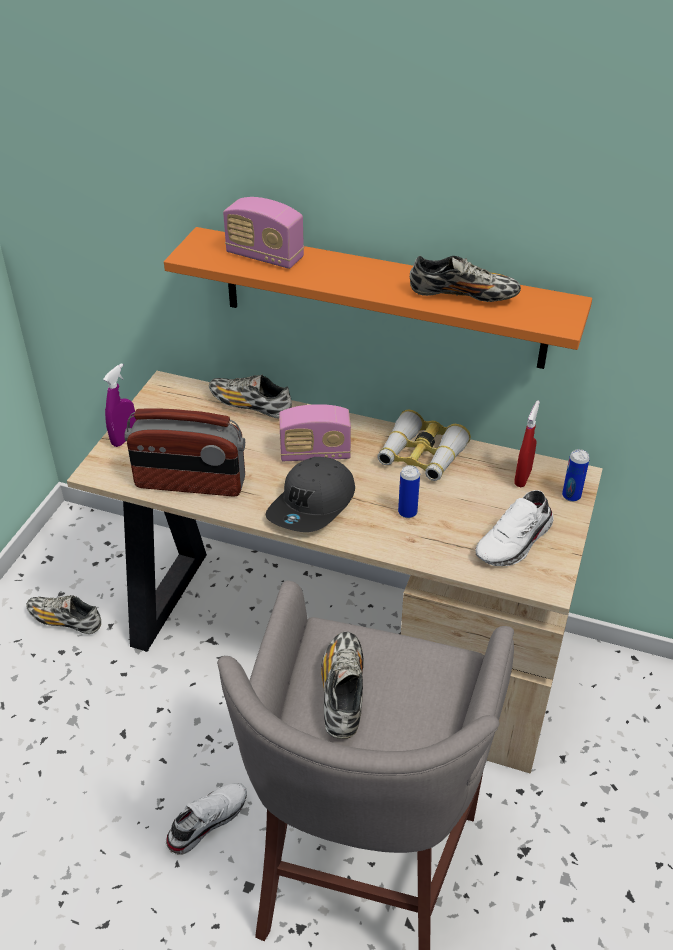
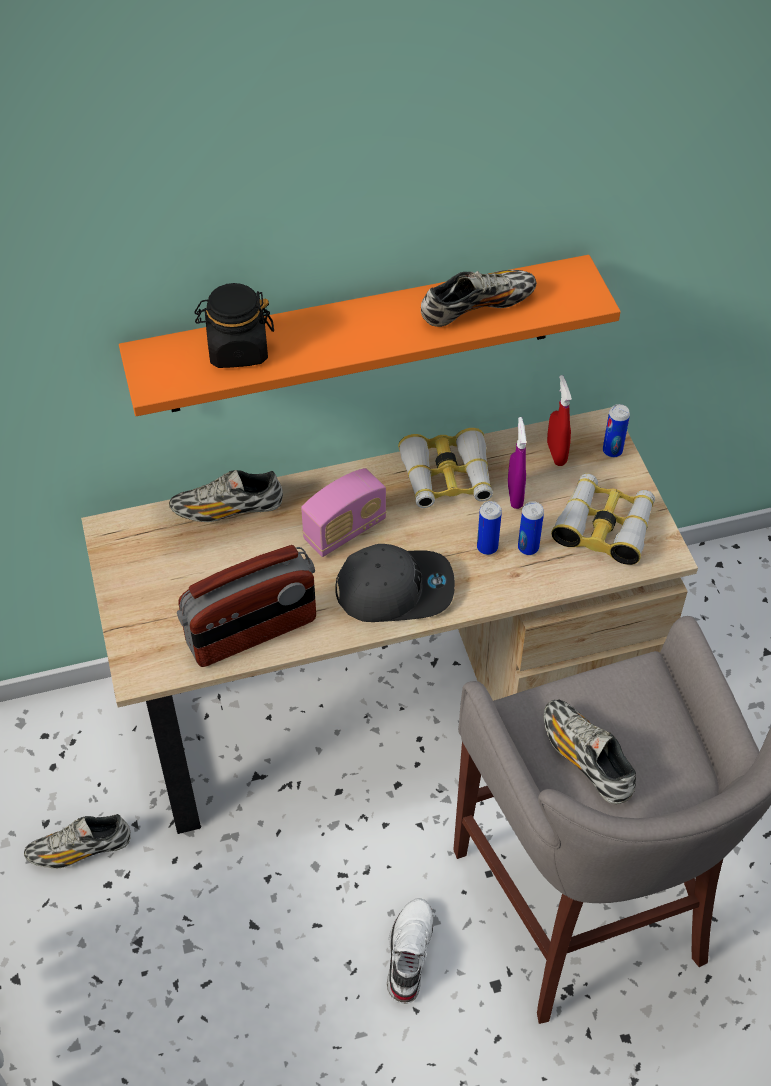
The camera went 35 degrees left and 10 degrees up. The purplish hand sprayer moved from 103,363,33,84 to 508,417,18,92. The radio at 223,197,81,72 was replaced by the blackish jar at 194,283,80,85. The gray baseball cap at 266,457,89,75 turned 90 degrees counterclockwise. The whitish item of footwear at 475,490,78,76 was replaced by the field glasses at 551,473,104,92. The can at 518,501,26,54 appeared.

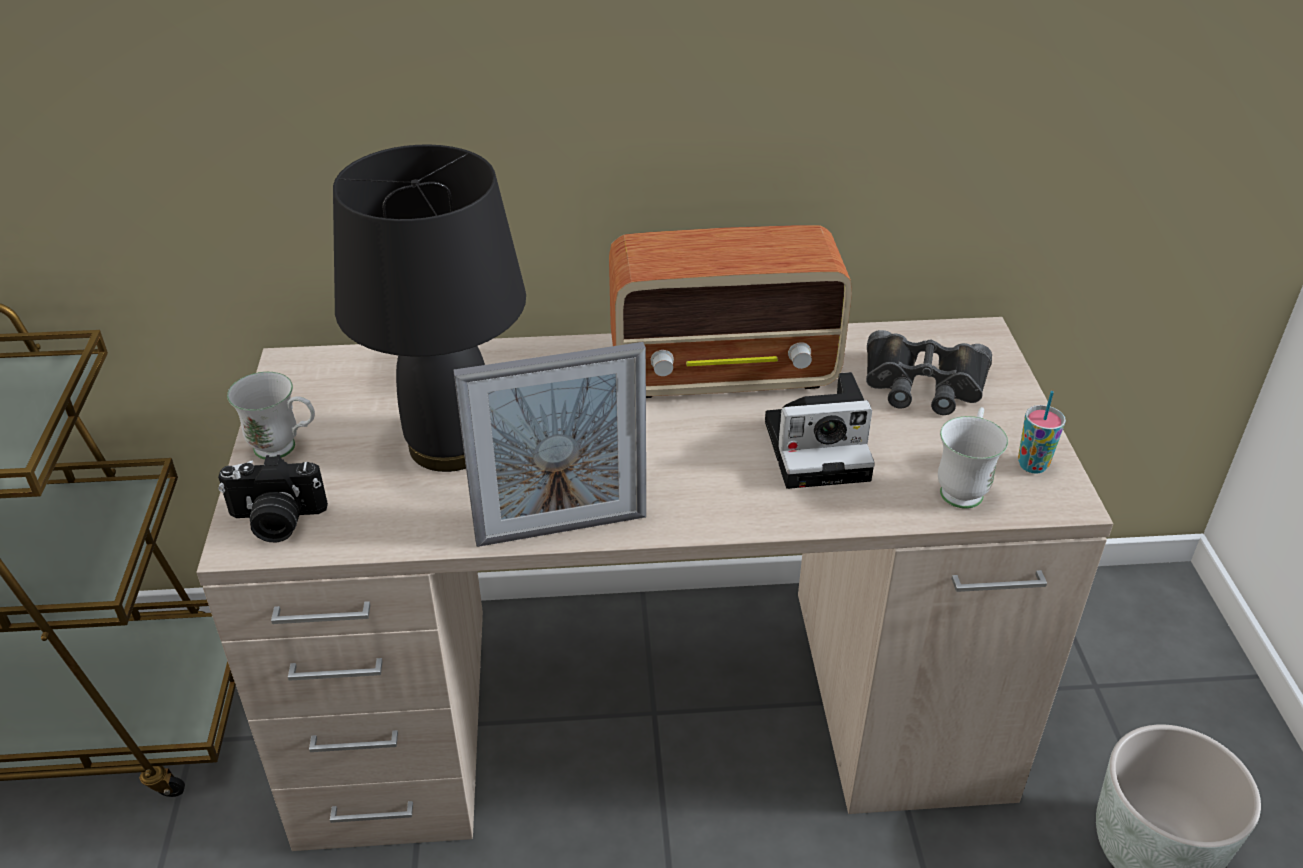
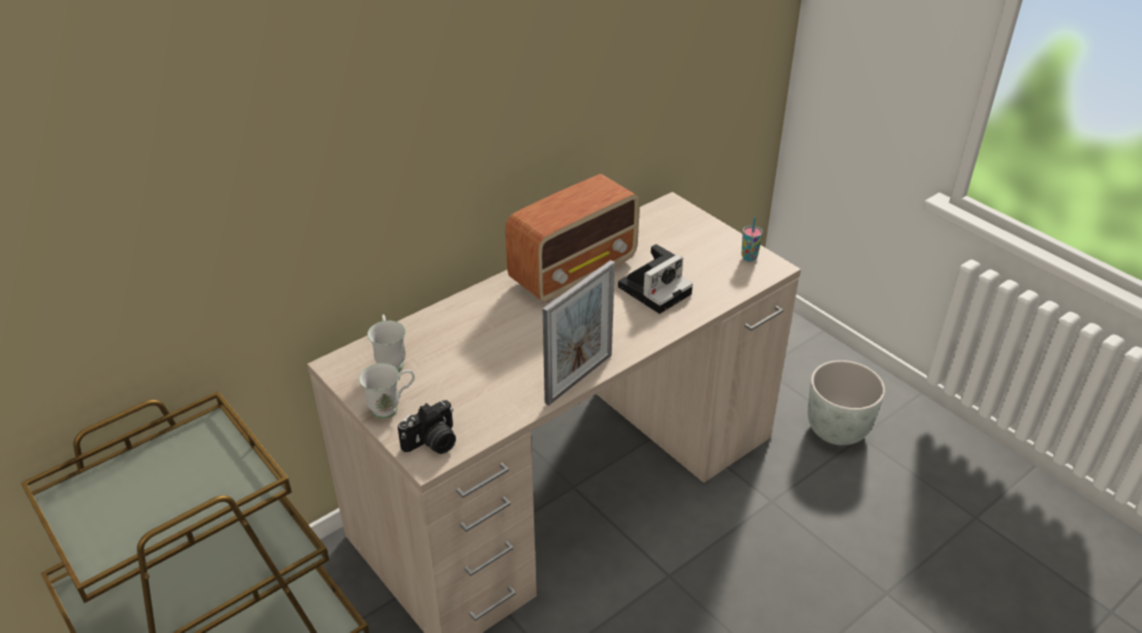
The camera went 35 degrees left and 0 degrees up. The blackish table lamp at 333,145,193,327 disappeared. The blackish field glasses at 866,330,126,85 disappeared. The whitish coffee mug moved from 938,407,70,102 to 367,315,39,56.

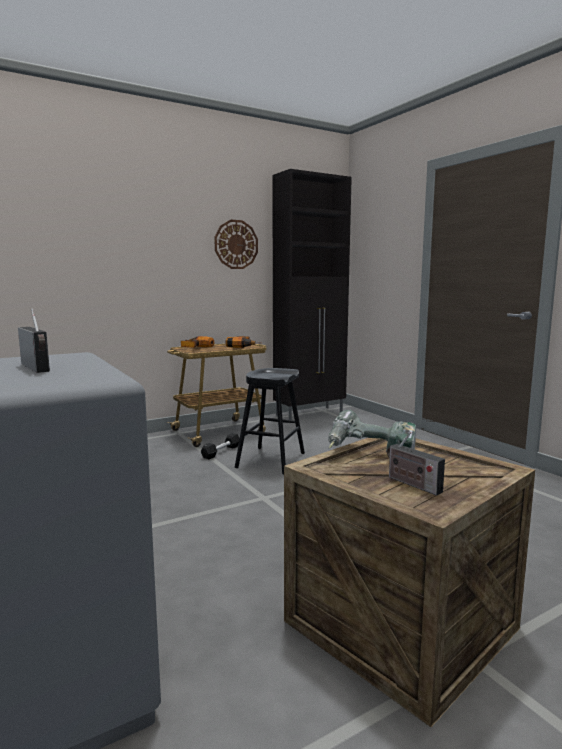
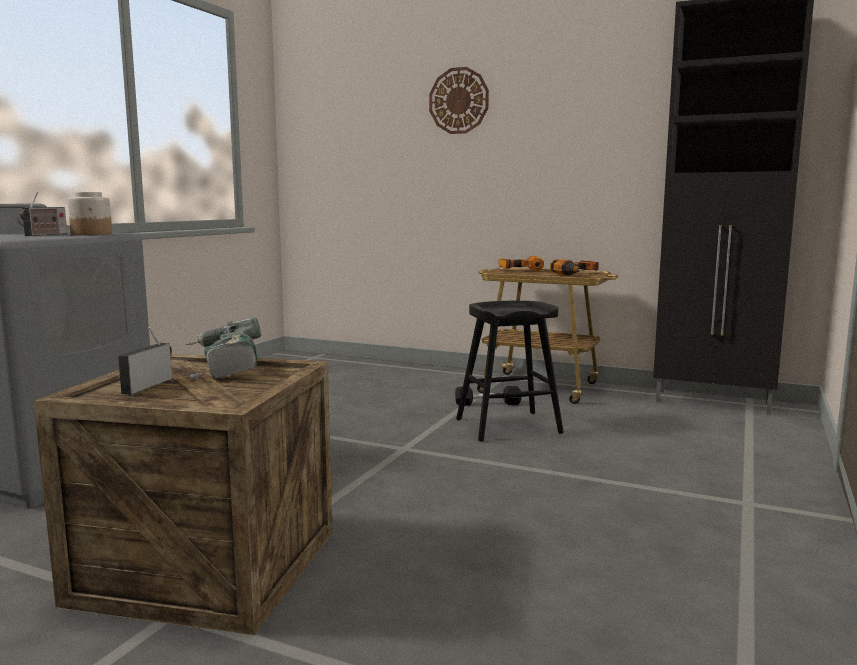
The camera went 55 degrees right and 0 degrees up. The hanging clock moved from 214,220,44,49 to 429,67,60,67. The jar at 68,192,44,43 appeared.

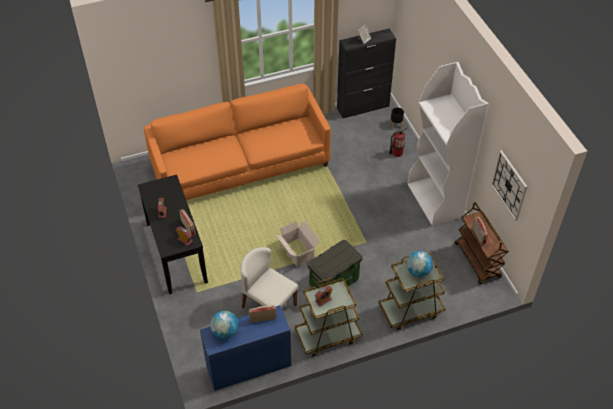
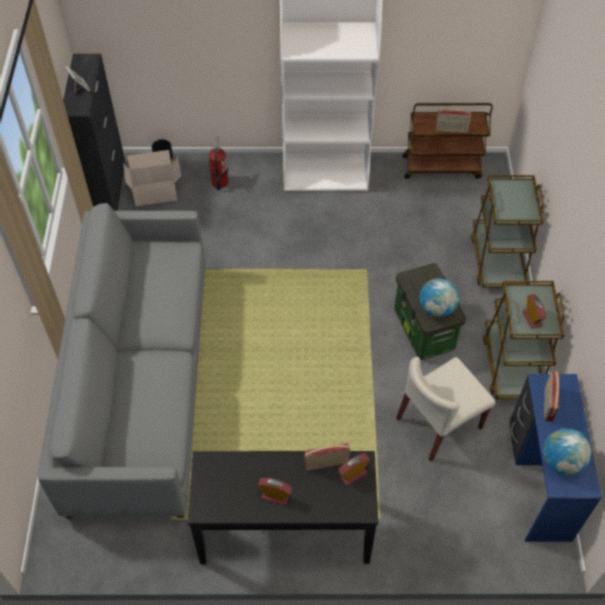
The camera went 70 degrees left and 5 degrees up. The orange-coloured sofa at 144,84,187,116 became the gray sofa at 38,203,168,315. The packing box moved from 275,221,45,45 to 123,150,58,56. The desk globe moved from 407,251,26,26 to 420,278,39,39. The hanging clock at 491,150,36,71 disappeared.

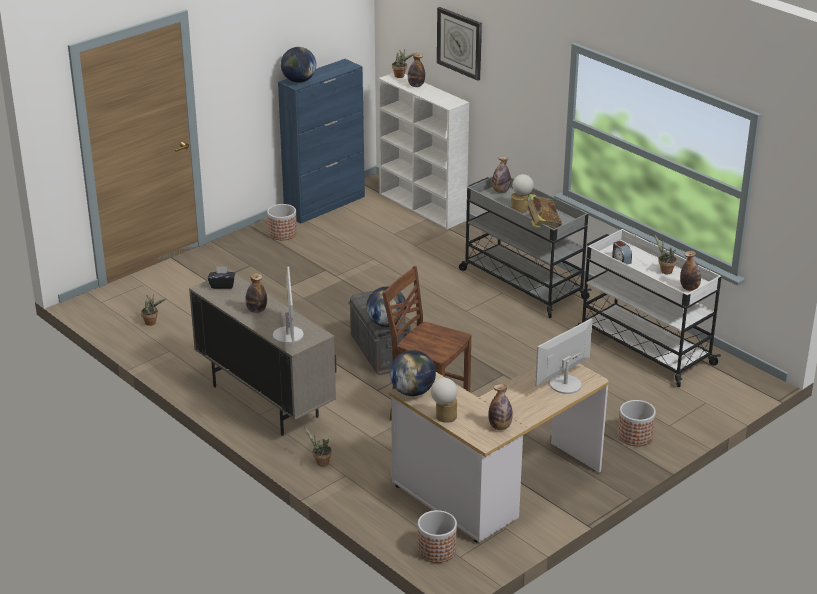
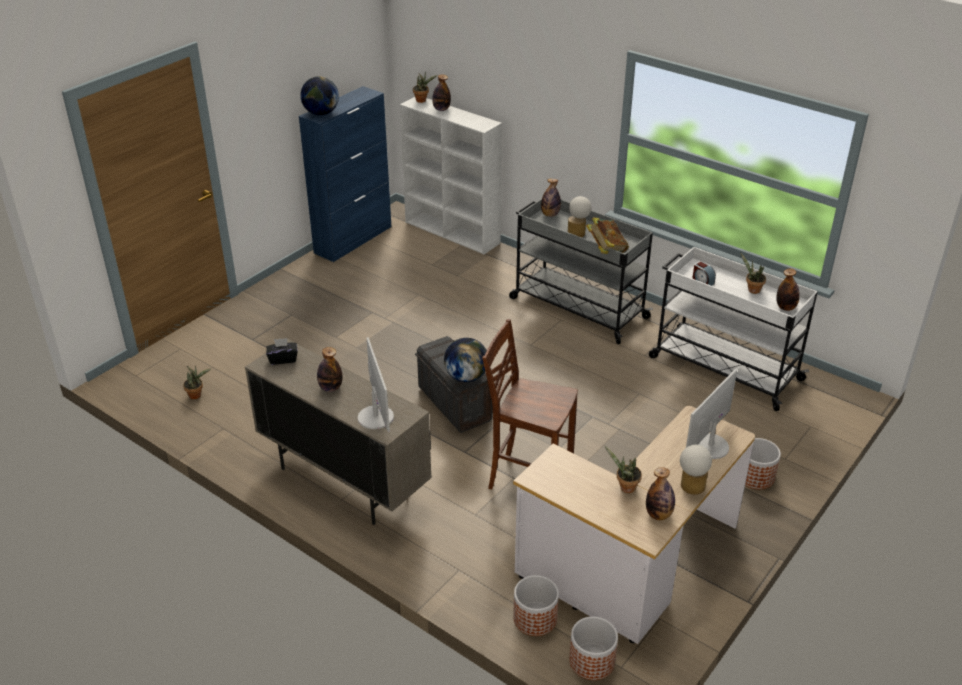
The camera went 10 degrees left and 5 degrees up. The planter moved from 267,204,30,36 to 513,575,46,61. The houseplant moved from 304,426,28,41 to 605,446,37,47. The desk globe at 390,350,46,46 disappeared. The table lamp moved from 431,378,26,45 to 680,445,32,49. The hanging clock at 437,7,45,74 disappeared.

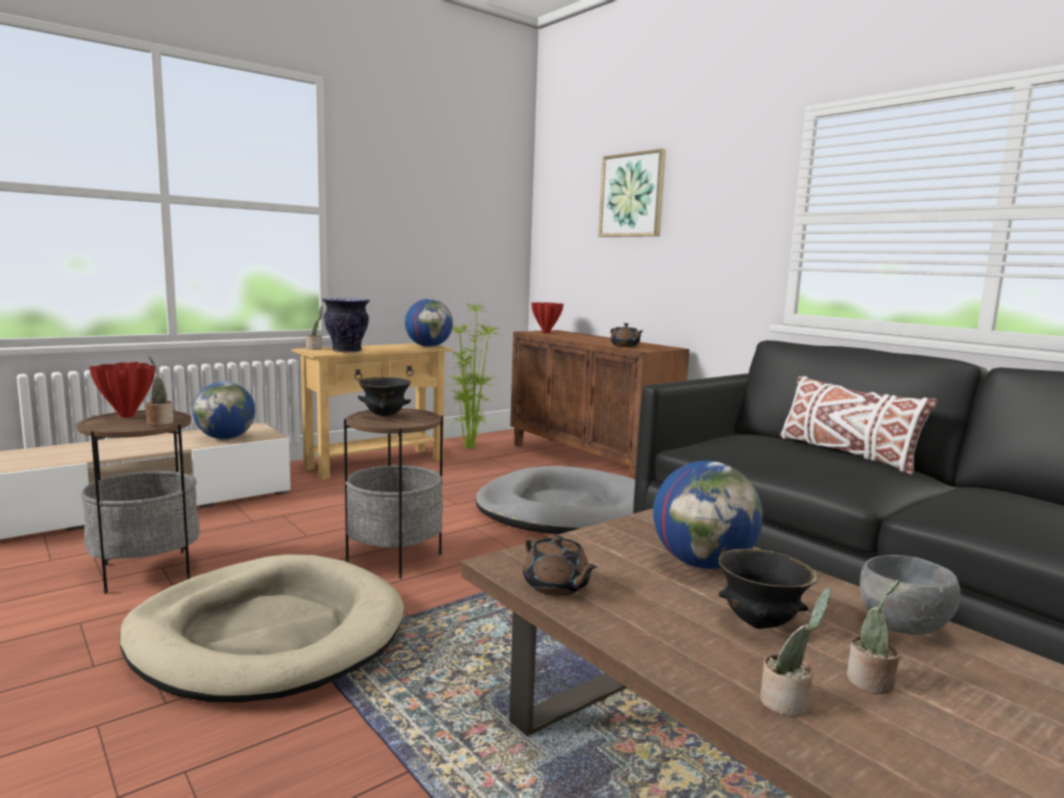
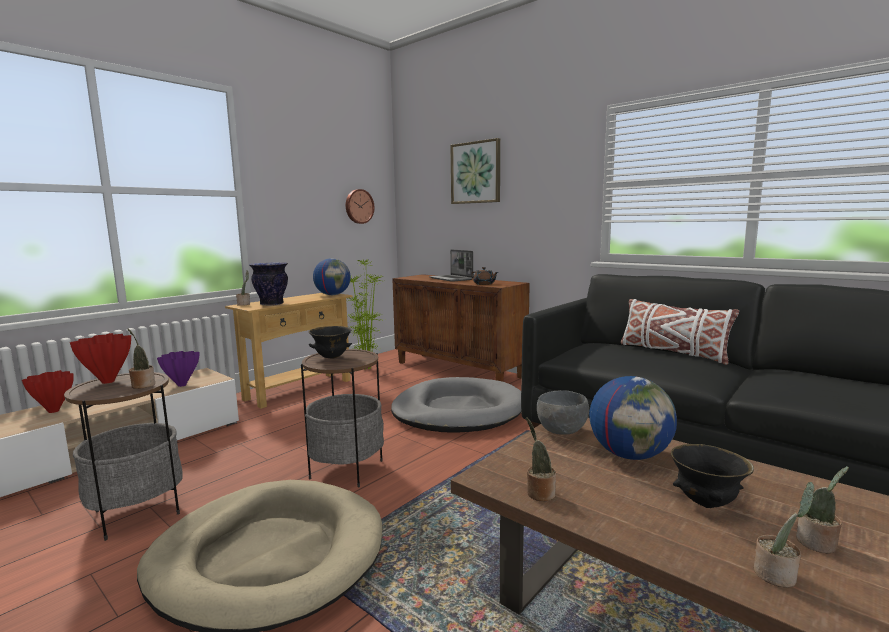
The camera went 10 degrees left and 0 degrees up. The desk globe at 192,382,63,57 was replaced by the purplish flower vase at 157,351,42,36. The brown teapot at 523,535,75,61 was replaced by the houseplant at 526,417,30,84. The red flower vase moved from 531,302,33,31 to 22,370,52,43. The gray serving bowl moved from 860,555,101,80 to 537,390,52,45. The hanging clock at 346,189,29,35 appeared. The laptop at 429,249,44,33 appeared.

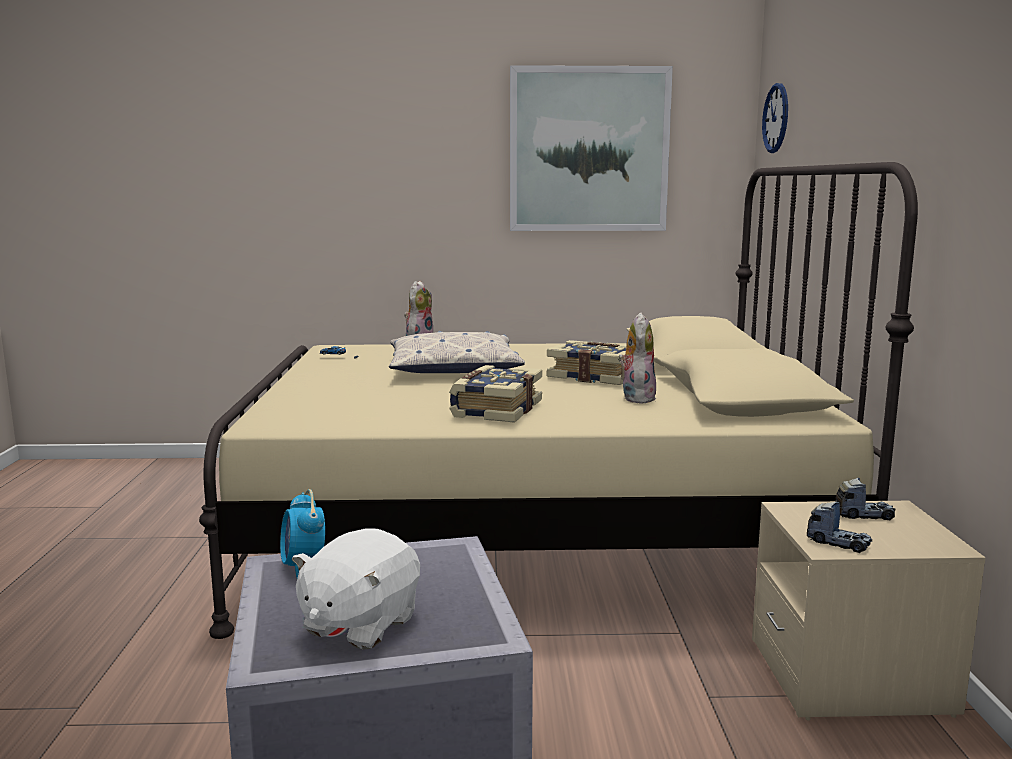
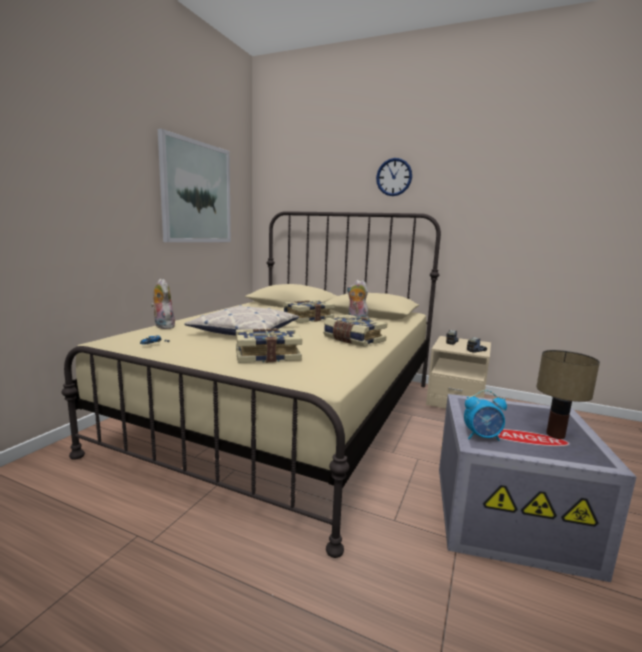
The camera went 65 degrees left and 0 degrees up. The whitish plush toy at 292,529,128,121 was replaced by the table lamp at 536,350,64,89. The hanging clock moved from 762,83,26,70 to 376,158,36,38. The bound book at 236,328,66,35 appeared.

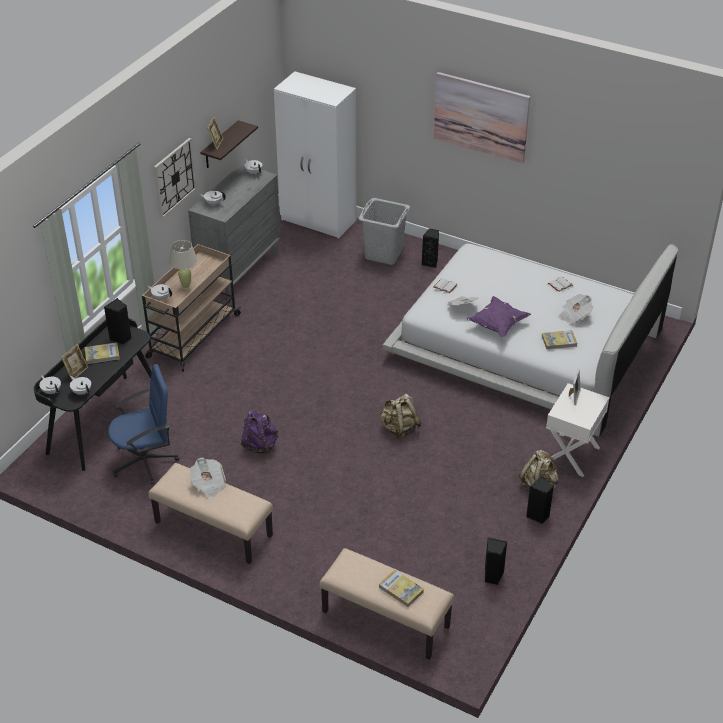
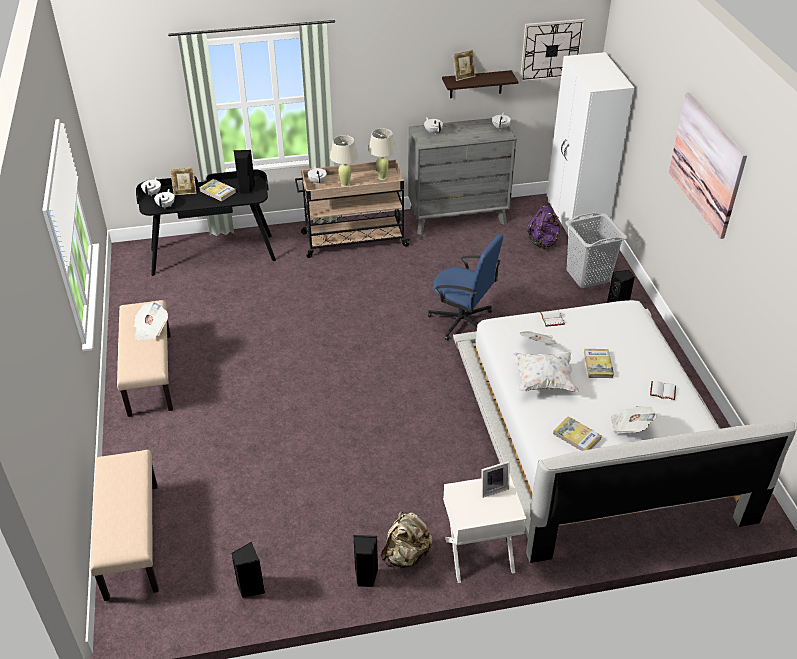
The camera went 50 degrees right and 0 degrees up. The blue office chair moved from 108,364,71,120 to 428,234,75,106. The hanging clock moved from 154,138,42,81 to 520,19,65,63. The purplish knapsack moved from 241,410,37,44 to 527,206,33,43. The bound book moved from 379,569,45,38 to 584,349,30,29. The sand-coloured knapsack at 380,394,41,45 disappeared. The purplish cushion at 466,296,65,41 became the whitish cushion at 513,352,66,40. The sand-coloured table lamp at 368,128,28,52 appeared.

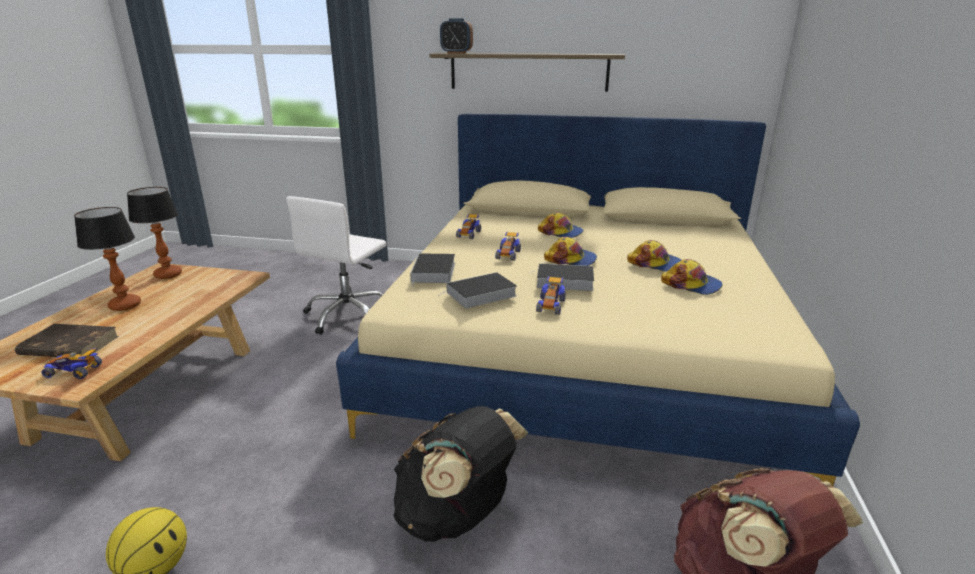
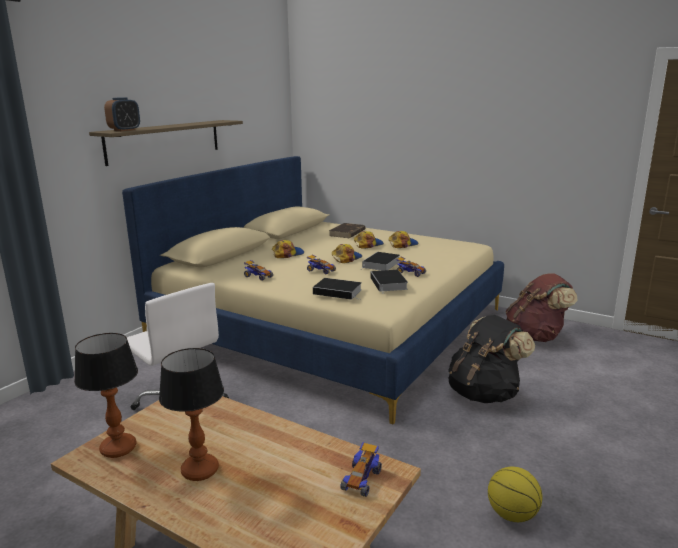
The camera went 70 degrees left and 5 degrees down. The brown bound book moved from 15,324,104,33 to 329,223,37,15.

